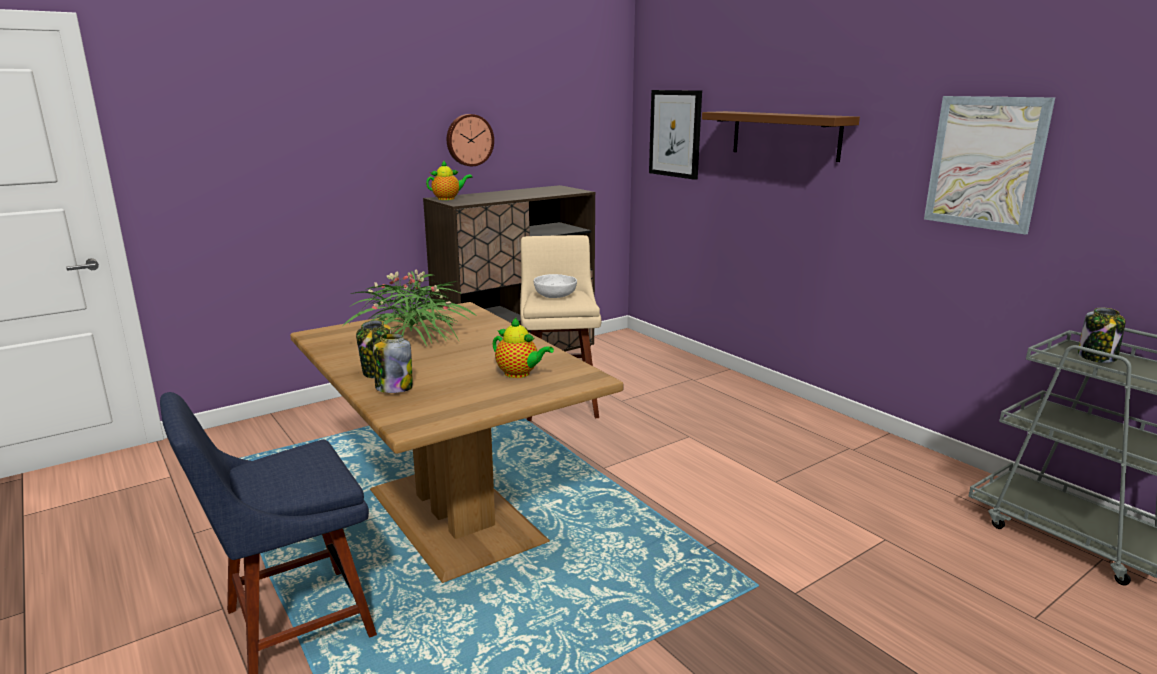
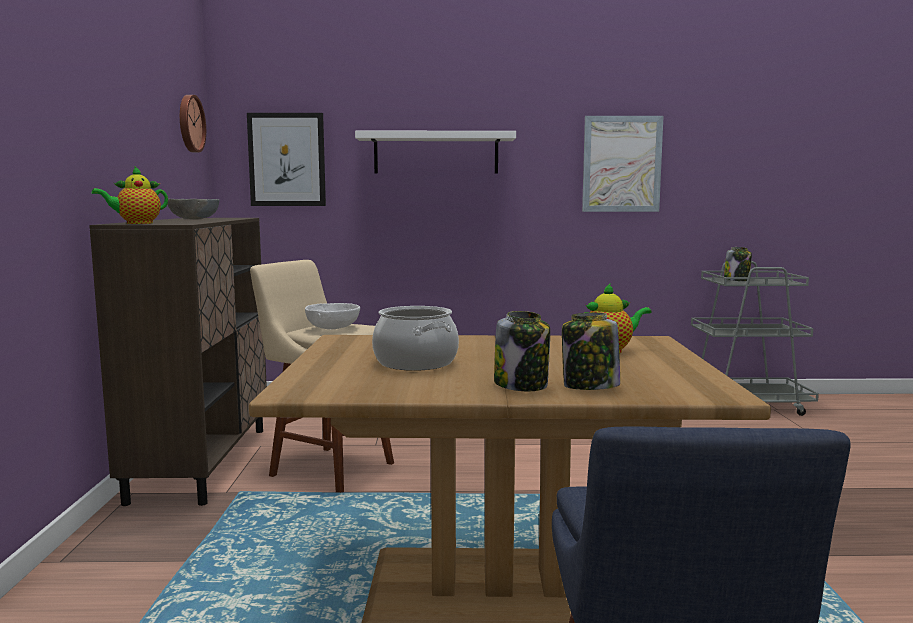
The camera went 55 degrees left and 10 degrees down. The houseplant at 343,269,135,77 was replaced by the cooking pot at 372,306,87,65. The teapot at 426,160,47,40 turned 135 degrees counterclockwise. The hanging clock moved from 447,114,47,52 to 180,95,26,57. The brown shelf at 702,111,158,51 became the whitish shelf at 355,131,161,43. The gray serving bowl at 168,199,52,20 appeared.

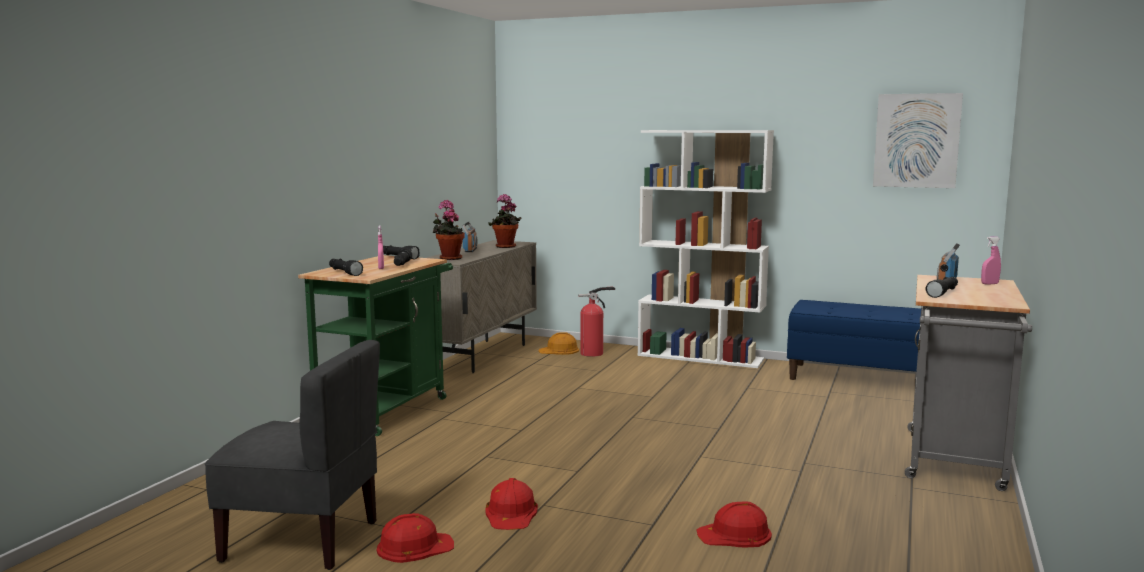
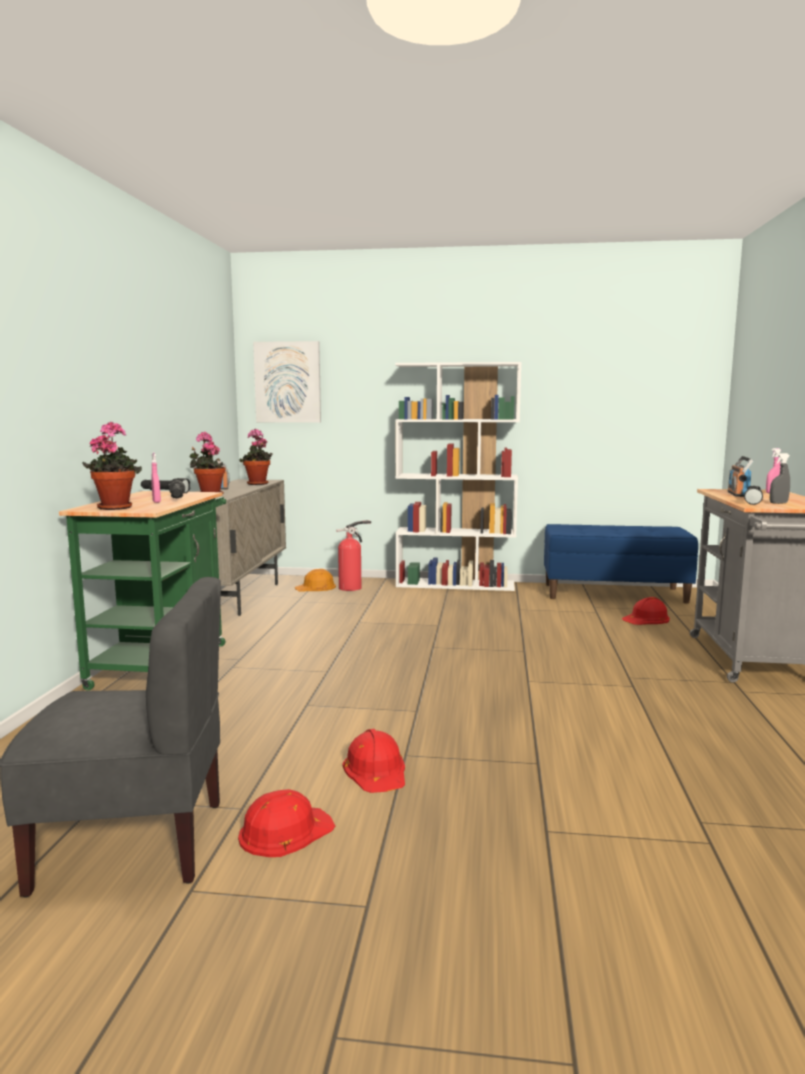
The camera went 15 degrees left and 0 degrees up. The blackish hand torch at 329,259,34,17 was replaced by the houseplant at 82,421,60,89. The red safety helmet moved from 696,501,76,46 to 622,597,48,28. The wall picture moved from 873,93,90,95 to 253,341,68,82. The gray hand sprayer at 770,453,20,51 appeared.

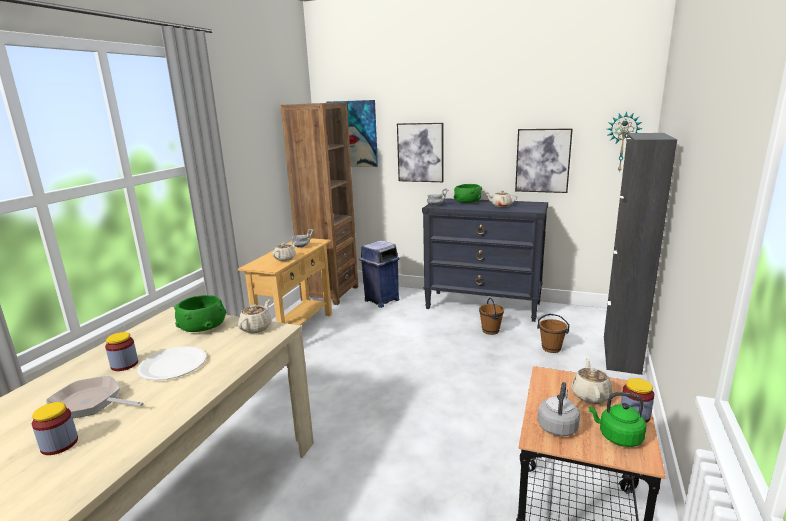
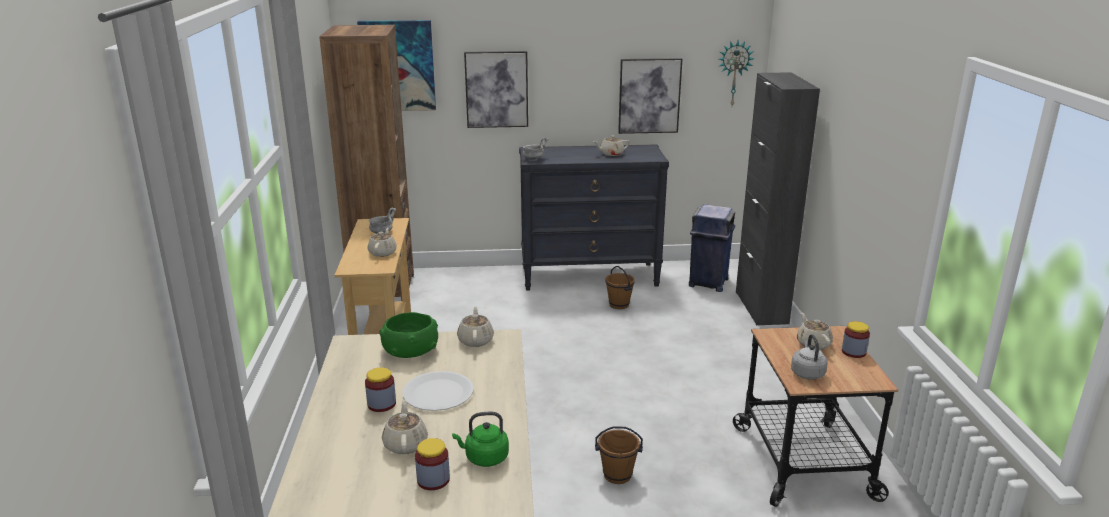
The camera went 25 degrees left and 5 degrees up. The pan at 46,376,98,42 was replaced by the sand-coloured teapot at 382,400,46,54. The blue rubbish bin moved from 360,240,40,68 to 689,204,46,88. The greenish serving bowl at 454,184,28,19 disappeared. The brown bucket moved from 537,314,32,39 to 595,426,48,58. The greenish kettle moved from 589,392,57,55 to 452,412,57,55.

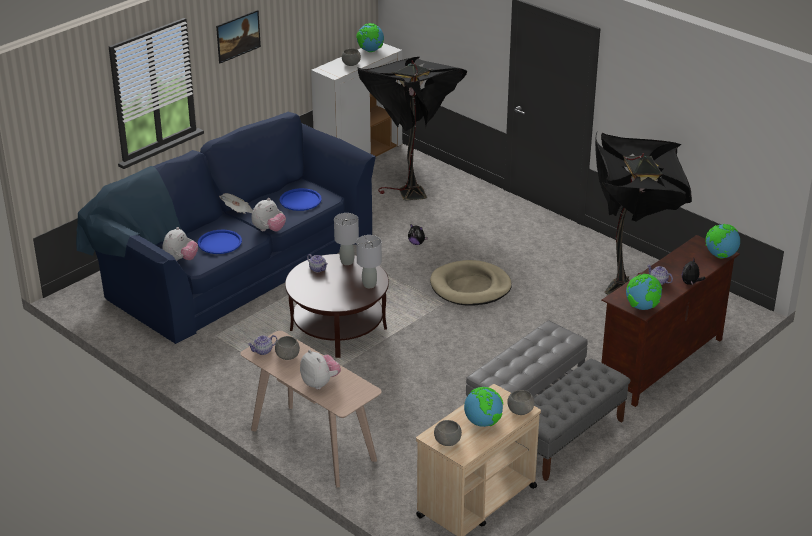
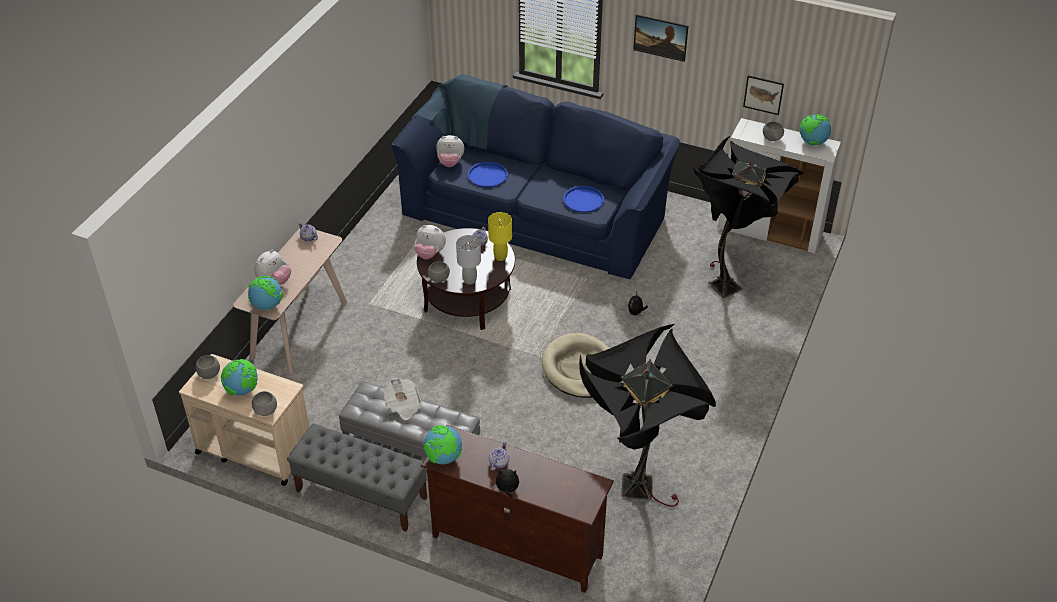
The camera went 70 degrees right and 10 degrees up. The daily paper moved from 219,193,34,21 to 384,377,38,43. The plush toy moved from 252,198,34,34 to 414,225,32,34. The gray serving bowl moved from 275,336,25,24 to 428,261,22,21. The gray table lamp at 334,213,25,52 became the yellowish table lamp at 488,212,24,49. The desk globe moved from 705,224,35,35 to 248,276,35,34. The wall picture at 743,75,41,40 appeared.

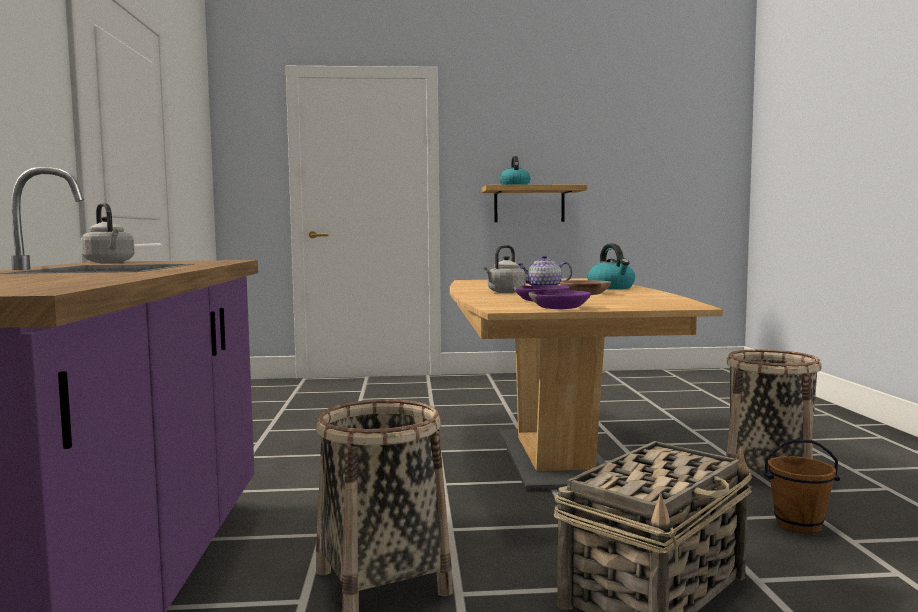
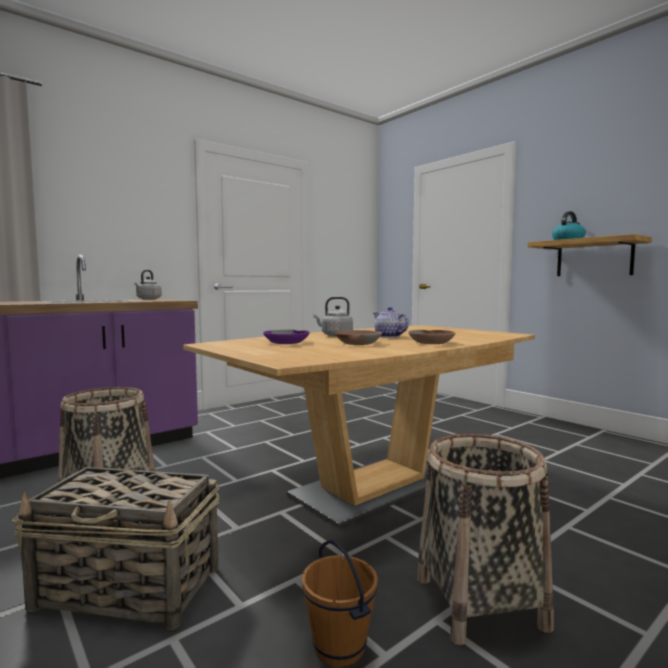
The camera went 55 degrees right and 0 degrees up. The purplish serving bowl at 529,290,62,19 disappeared. The kettle at 587,243,48,46 was replaced by the brown serving bowl at 408,330,47,14.

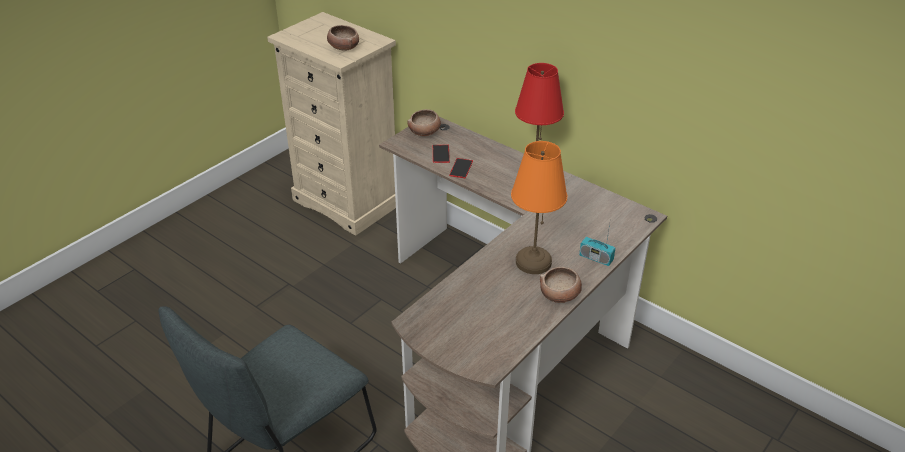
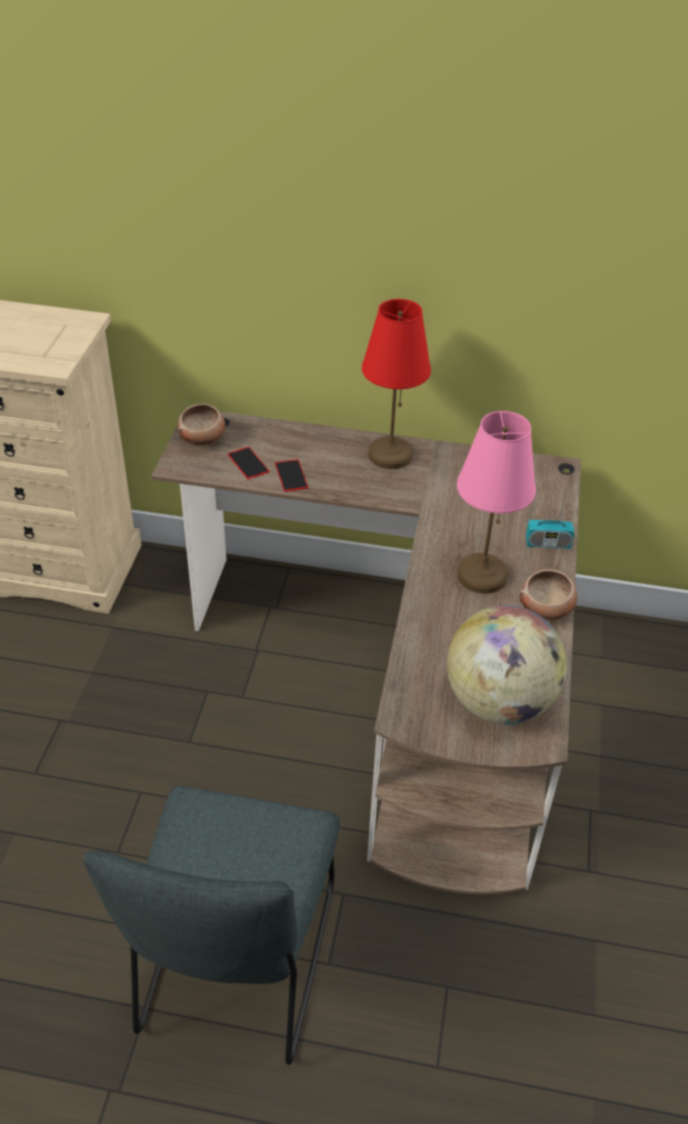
The camera went 30 degrees left and 5 degrees up. The serving bowl at 327,25,32,26 disappeared. The orange-coloured table lamp at 511,141,56,133 became the pink-coloured table lamp at 457,411,79,183. The desk globe at 447,605,120,119 appeared.

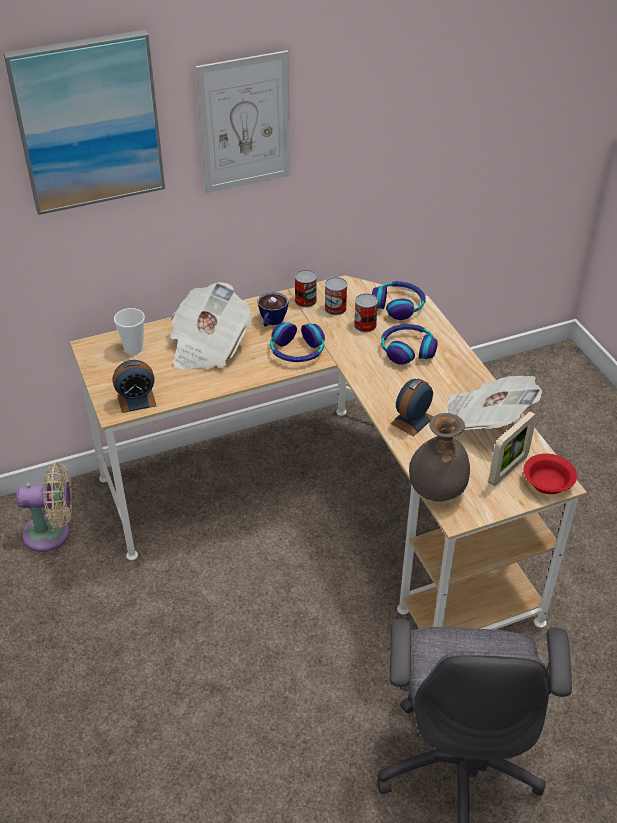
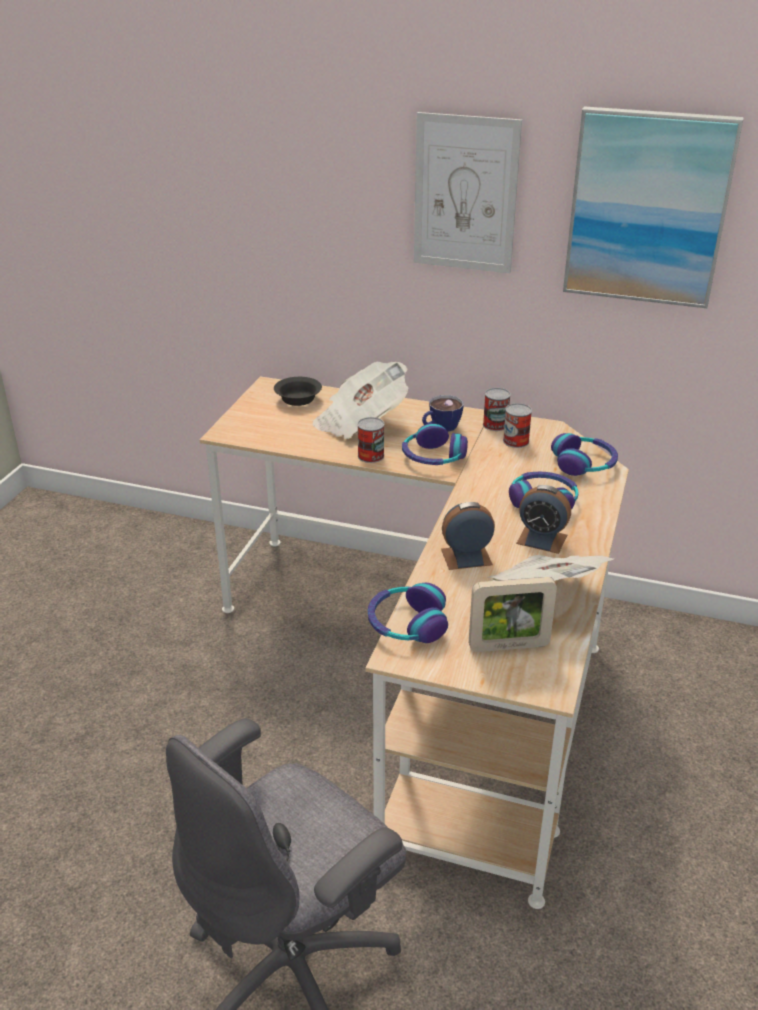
The camera went 40 degrees right and 10 degrees down. The wall picture moved from 3,30,162,185 to 563,106,180,202. The sand-coloured cooling fan at 16,463,56,89 disappeared. The alarm clock moved from 113,360,44,53 to 516,485,55,69. The drinking cup at 114,308,31,47 was replaced by the blackish serving bowl at 274,377,48,29. The can moved from 354,293,24,39 to 357,417,27,46. The gray flower vase at 409,413,61,89 was replaced by the pair of headphones at 368,583,80,60. The red serving bowl at 523,454,54,40 disappeared.

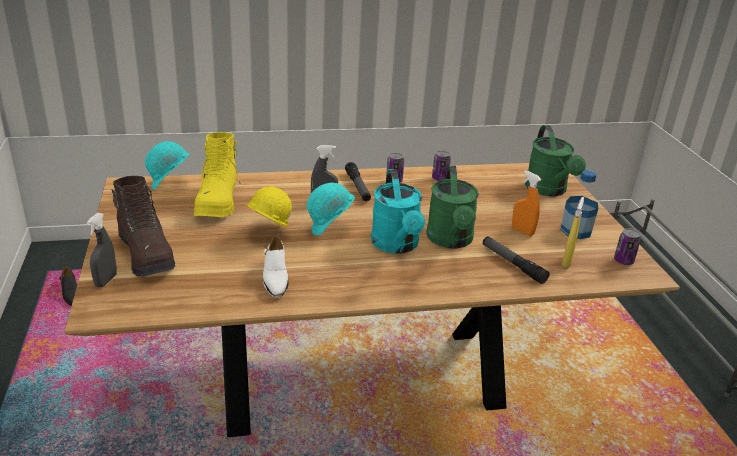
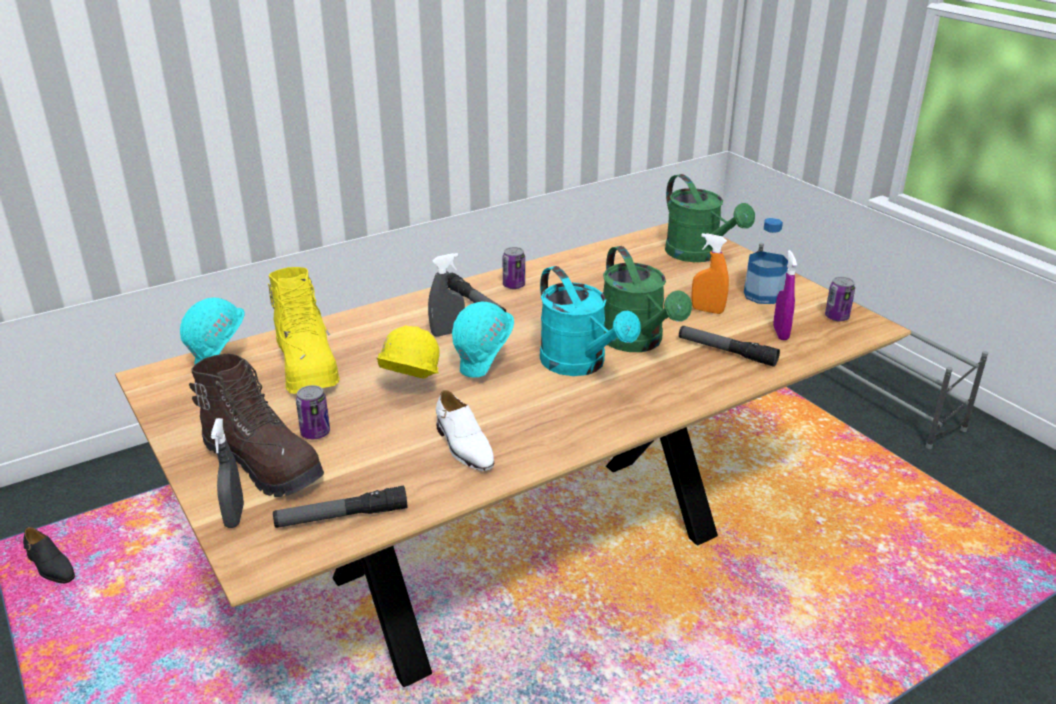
The camera went 20 degrees left and 0 degrees up. The can moved from 432,151,19,30 to 296,385,34,54. The yellowish hand sprayer at 562,197,22,71 became the purplish hand sprayer at 773,250,24,90. The hand torch at 273,486,134,42 appeared.

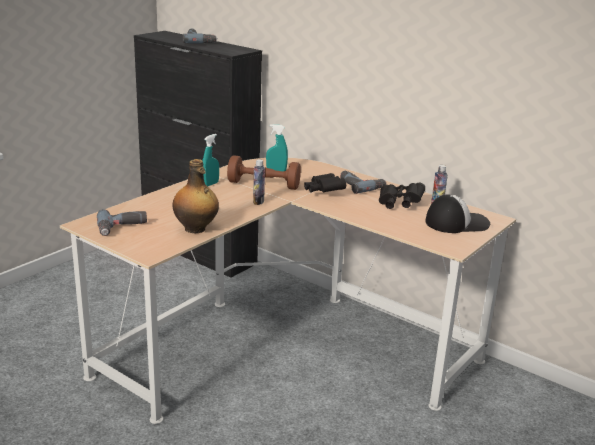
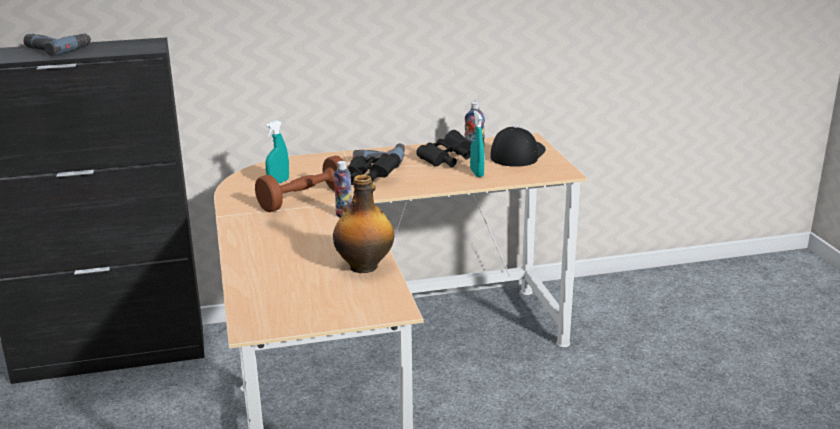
The camera went 50 degrees left and 0 degrees up. The power drill at 97,209,50,27 disappeared. The turquoise hand sprayer moved from 202,134,17,53 to 470,110,14,67.

